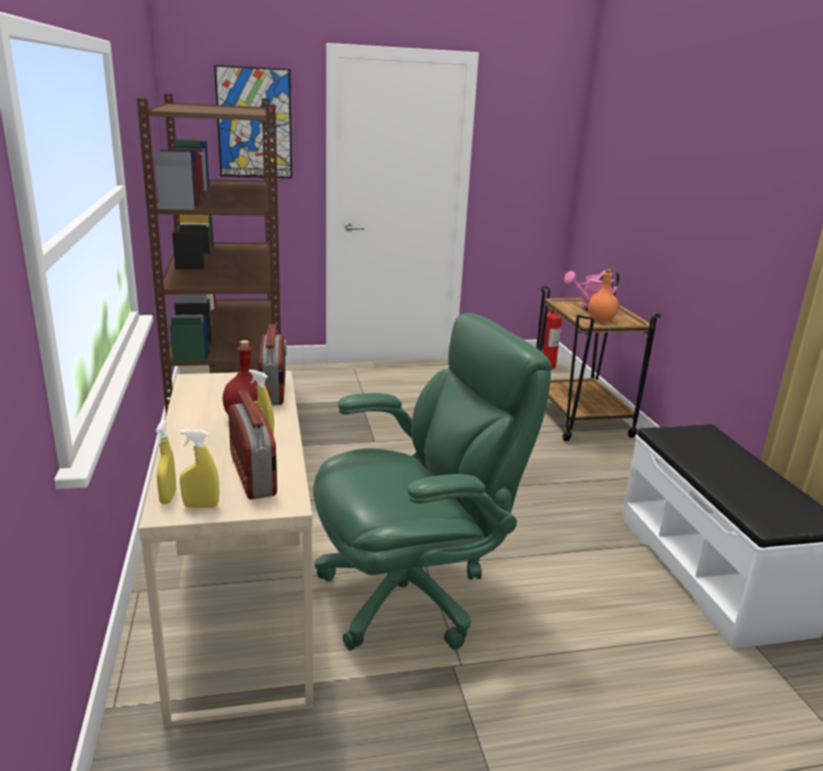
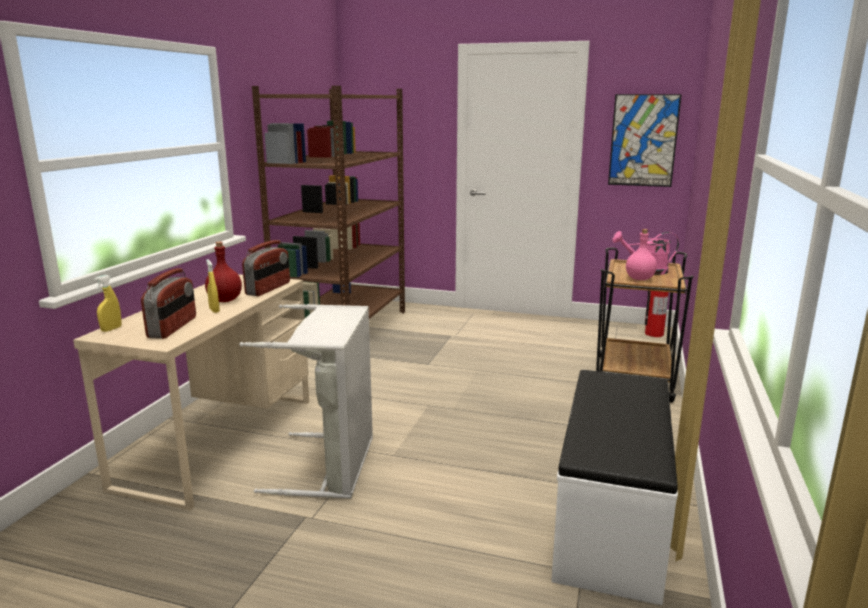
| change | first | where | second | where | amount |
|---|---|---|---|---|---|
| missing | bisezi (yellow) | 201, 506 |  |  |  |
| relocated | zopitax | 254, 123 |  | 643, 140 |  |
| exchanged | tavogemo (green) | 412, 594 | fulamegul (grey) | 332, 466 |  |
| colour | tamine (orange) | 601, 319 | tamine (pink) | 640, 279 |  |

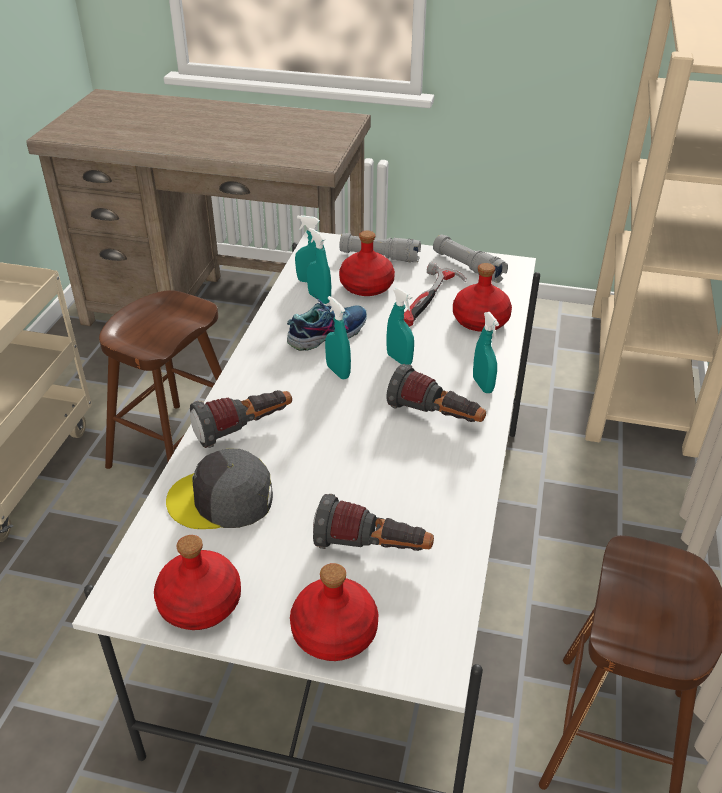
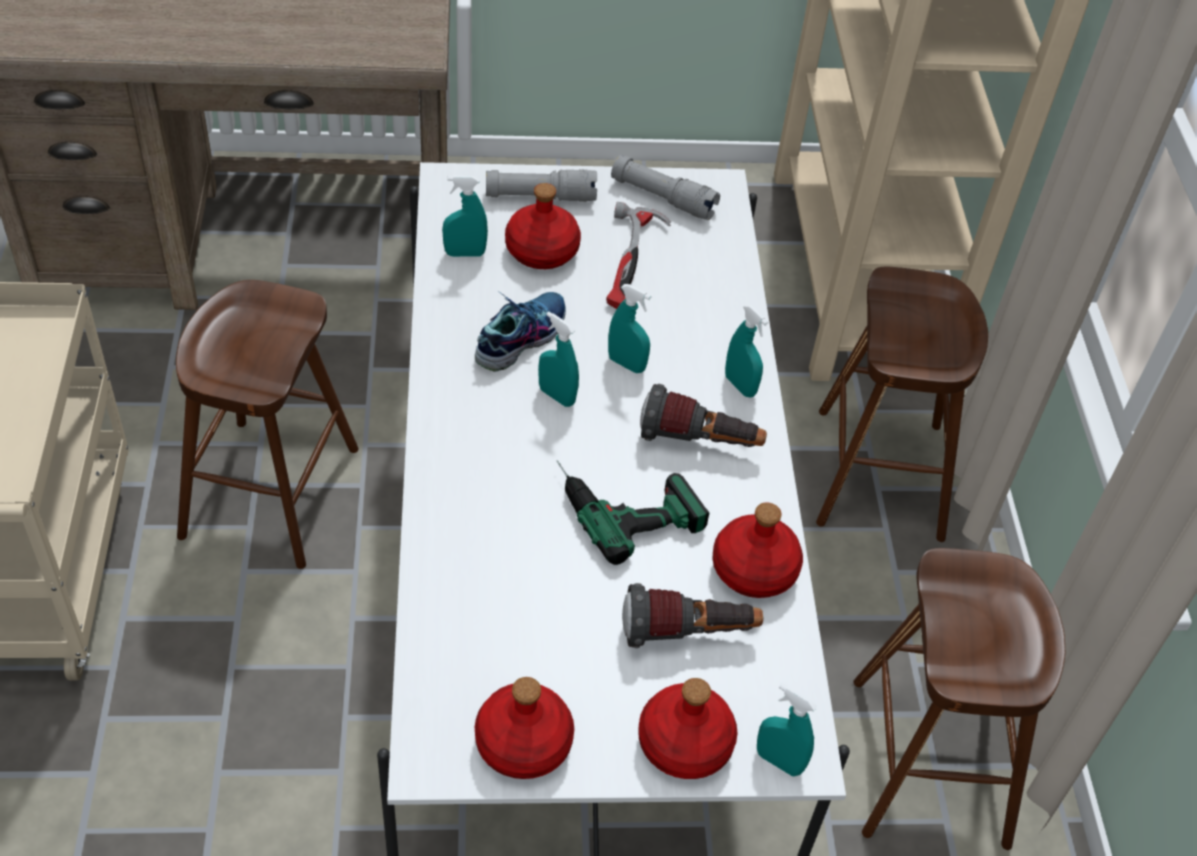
| change | first | where | second | where | amount |
|---|---|---|---|---|---|
| missing | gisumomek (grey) | 222, 499 |  |  |  |
| missing | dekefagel | 244, 429 |  |  |  |
| relocated | bisezi (turquoise) | 319, 298 |  | 779, 761 |  |
| relocated | tamine (red) | 480, 320 |  | 754, 568 |  |
| appeared |  |  | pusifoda | 624, 502 |  |
| appeared |  |  | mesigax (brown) | 879, 473 |  |

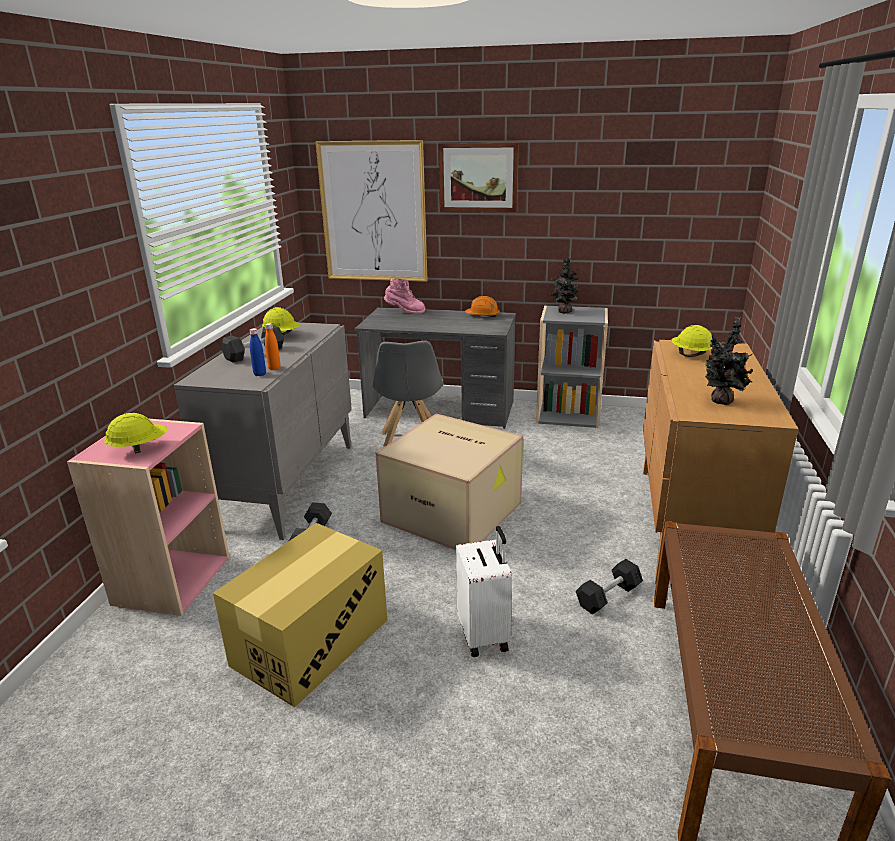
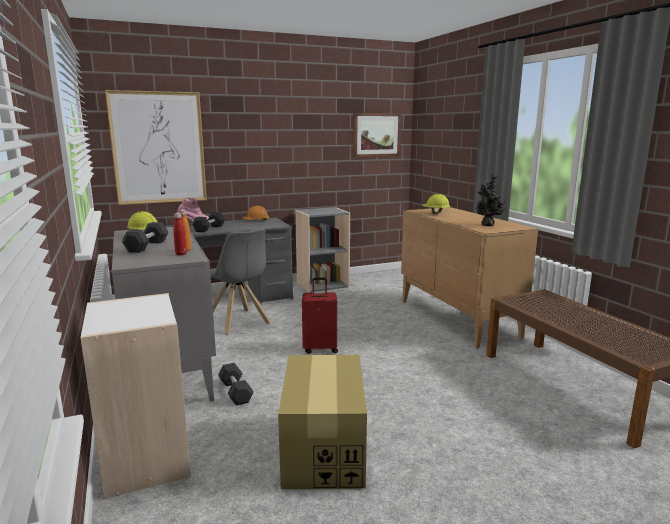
| change | first | where | second | where | amount |
|---|---|---|---|---|---|
| colour | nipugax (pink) | 172, 579 | nipugax (white) | 145, 458 |  |
| missing | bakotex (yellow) | 139, 448 |  |  |  |
| colour | tamine (blue) | 260, 374 | tamine (red) | 181, 254 |  |
| exchanged | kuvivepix | 454, 512 | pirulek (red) | 320, 348 |  |
| relocated | zopitax | 478, 177 |  | 376, 135 |  |
| missing | pirulek (white) | 484, 635 |  |  |  |
| missing | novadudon | 563, 311 |  |  |  |
| relocated | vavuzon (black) | 608, 596 |  | 209, 228 |  |

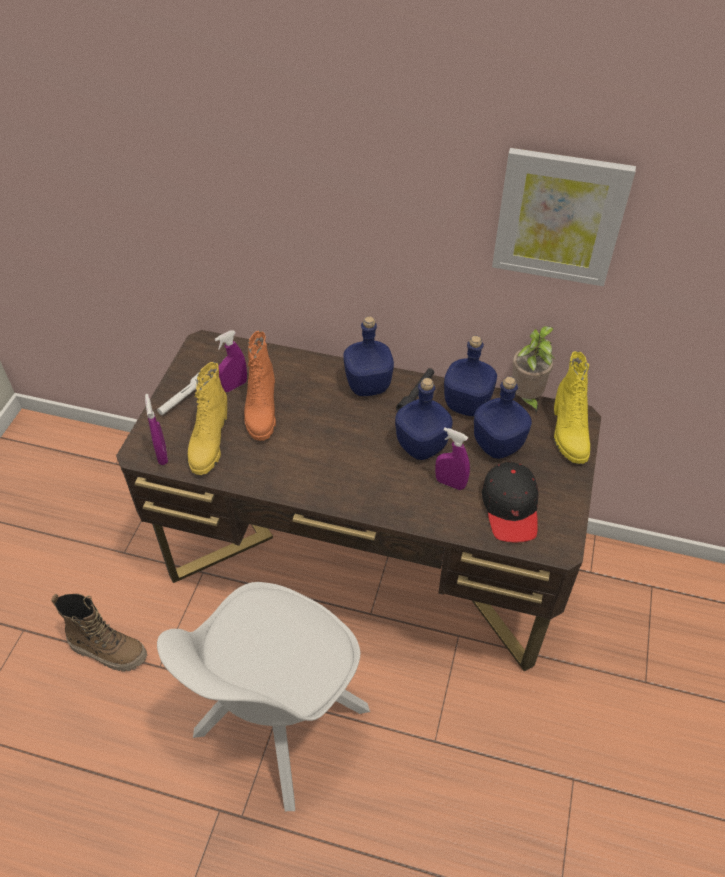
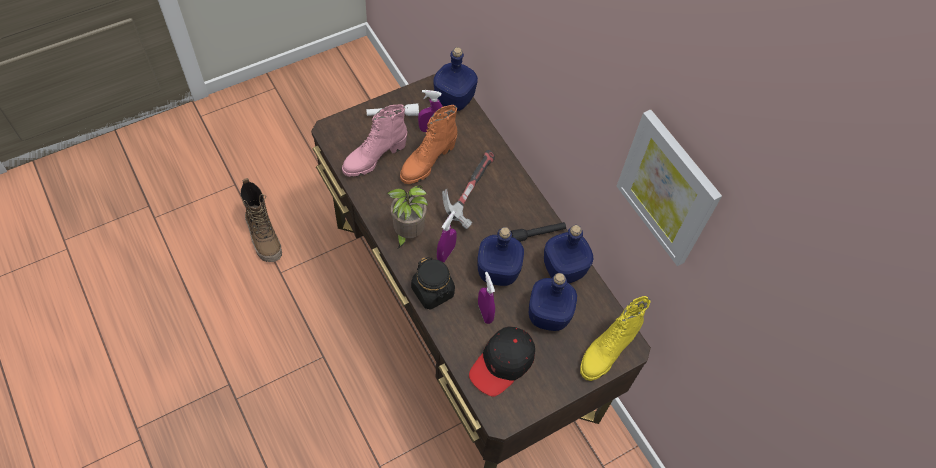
| change | first | where | second | where | amount |
|---|---|---|---|---|---|
| relocated | bisezi (purple) | 162, 455 |  | 446, 253 |  |
| missing | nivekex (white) | 279, 723 |  |  |  |
| colour | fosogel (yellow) | 209, 443 | fosogel (pink) | 374, 158 |  |
| relocated | tamine (blue) | 368, 386 |  | 454, 100 |  |
| relocated | novadudon | 526, 399 |  | 407, 233 |  |
| appeared |  |  | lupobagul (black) | 433, 291 |  |
| appeared |  |  | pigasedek | 469, 193 |  |

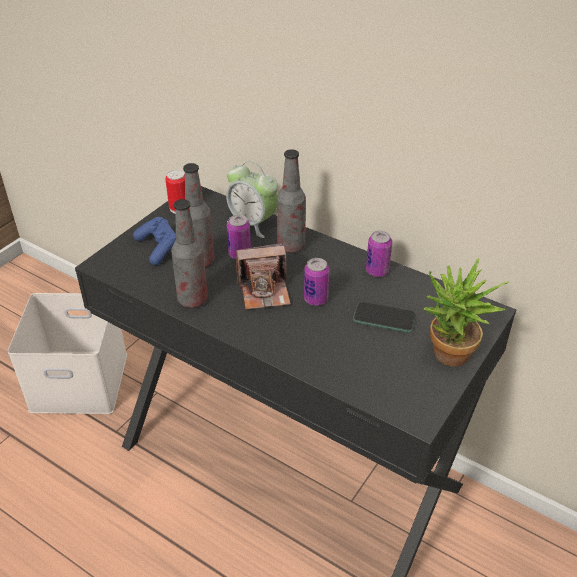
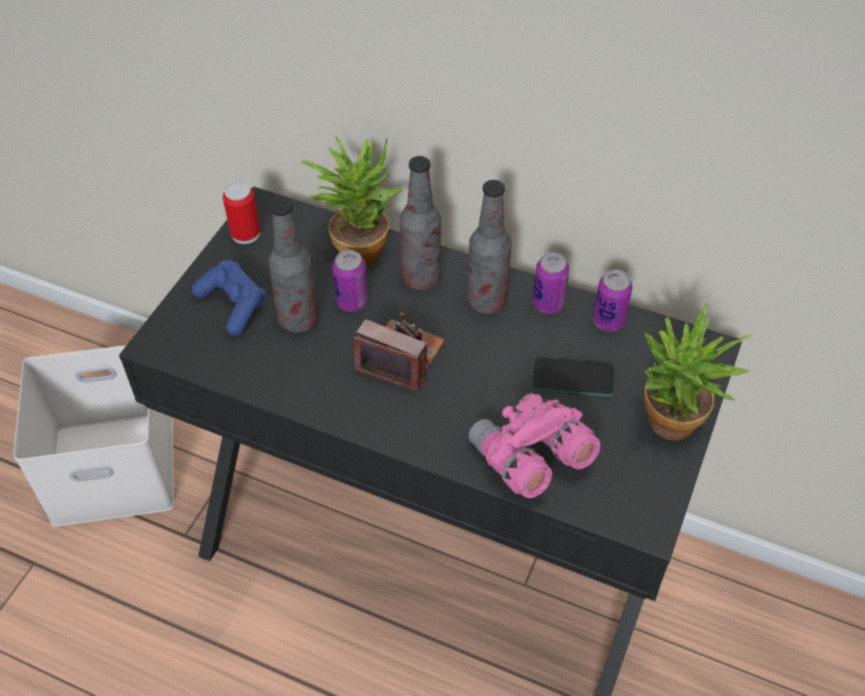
| change | first | where | second | where | amount |
|---|---|---|---|---|---|
| relocated | tamine | 192, 299 |  | 486, 301 |  |
| exchanged | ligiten | 253, 223 | novadudon | 358, 247 |  |
| spun | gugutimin | 264, 291 |  | 401, 357 | 135 degrees counterclockwise |
| relocated | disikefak | 315, 299 |  | 608, 321 |  |
| appeared |  |  | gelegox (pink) | 530, 459 |  |

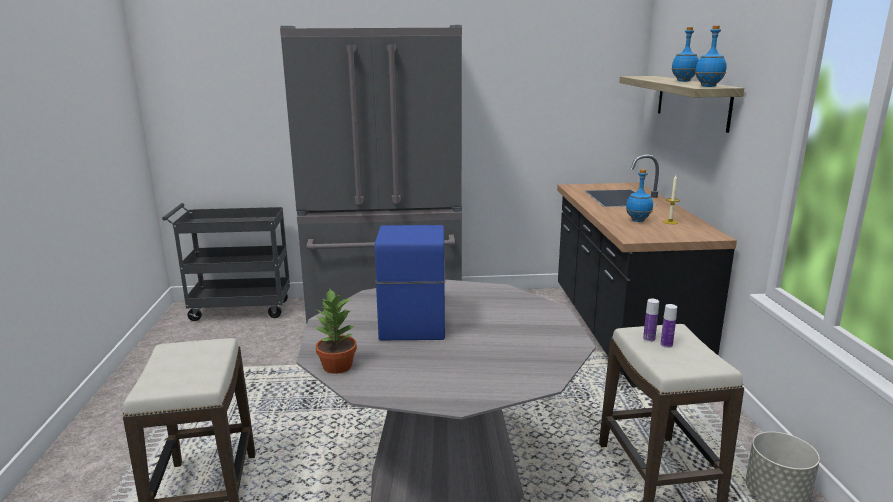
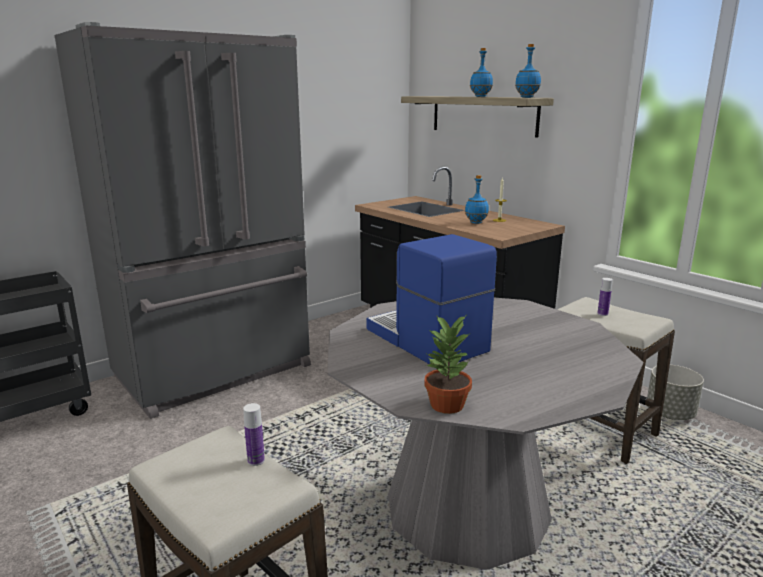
| change | first | where | second | where | amount |
|---|---|---|---|---|---|
| relocated | tamine | 649, 339 |  | 256, 460 |  |

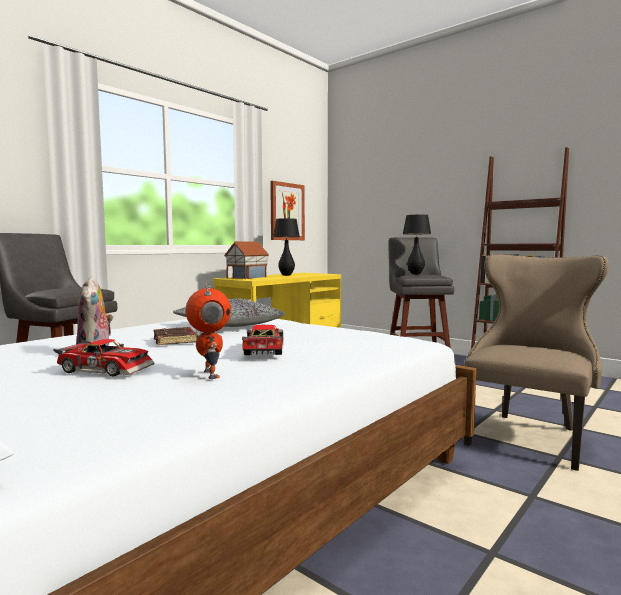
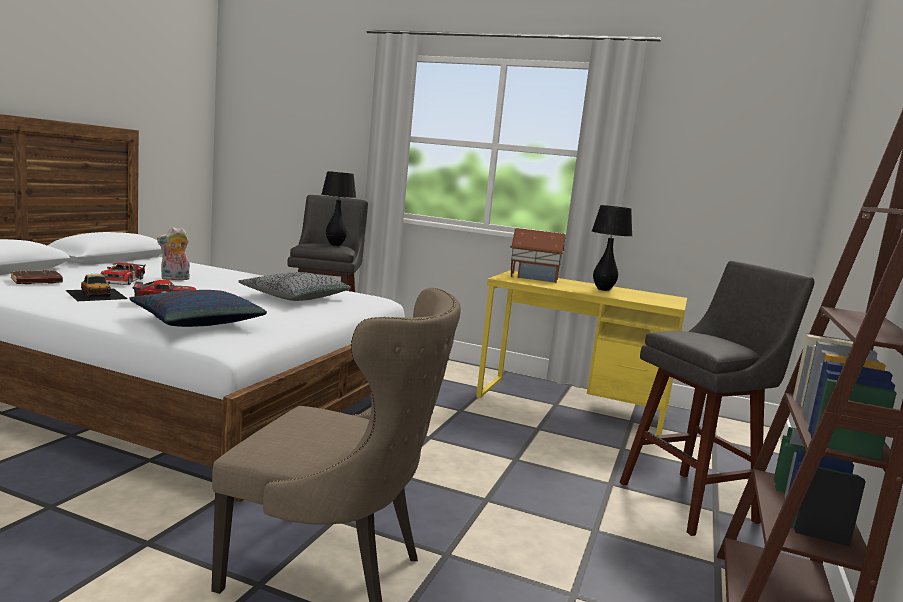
| change | first | where | second | where | amount |
|---|---|---|---|---|---|
| relocated | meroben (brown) | 176, 340 |  | 36, 281 |  |
| exchanged | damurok | 209, 374 | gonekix | 96, 294 |  |
| missing | zopitax | 287, 212 |  |  |  |
| relocated | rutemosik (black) | 416, 274 |  | 335, 245 |  |
| appeared |  |  | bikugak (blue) | 197, 321 |  |

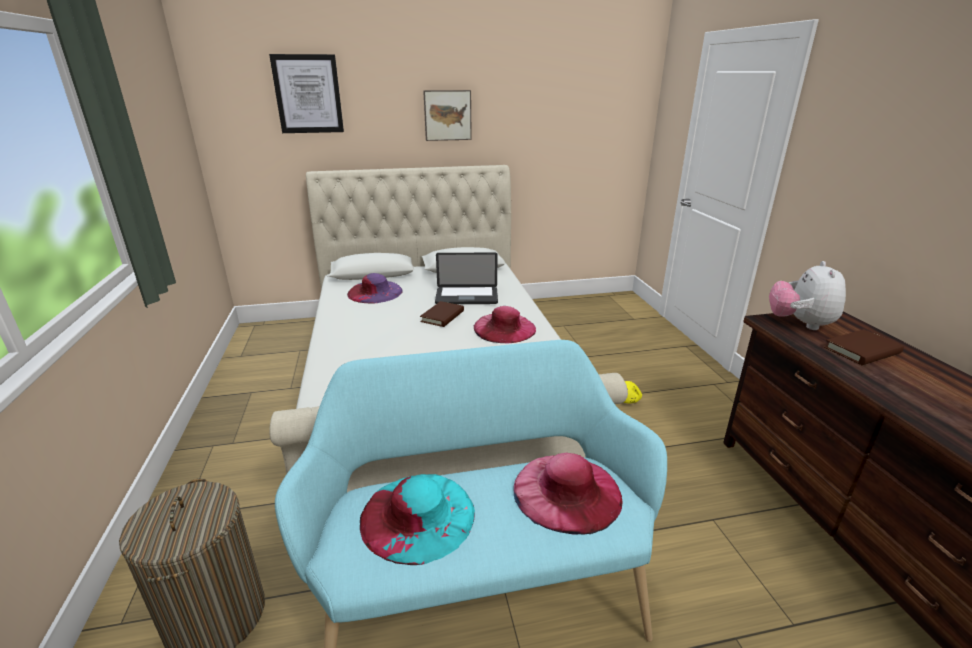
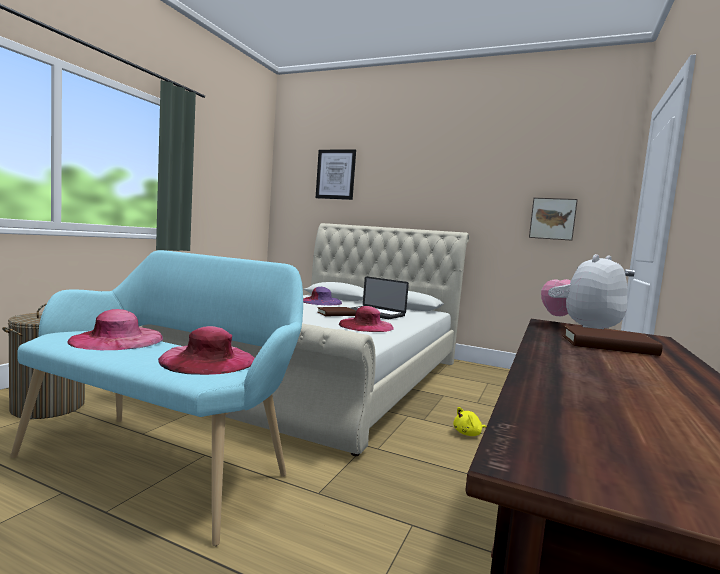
| change | first | where | second | where | amount |
|---|---|---|---|---|---|
| colour | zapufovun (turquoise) | 418, 516 | zapufovun (pink) | 117, 339 |  |
| relocated | zopitax | 447, 115 |  | 552, 219 |  |

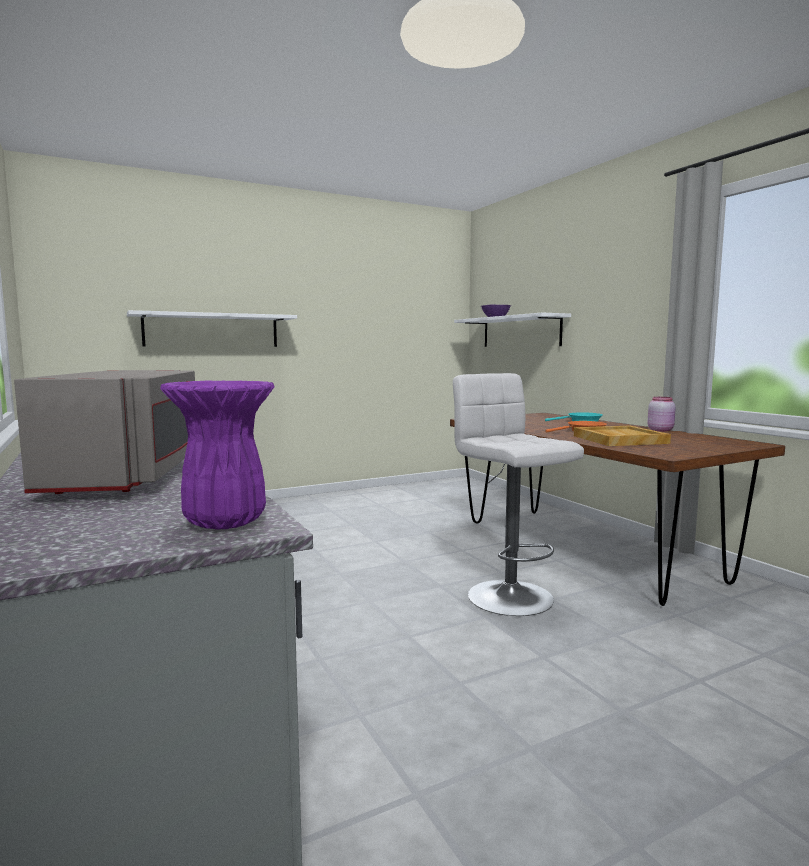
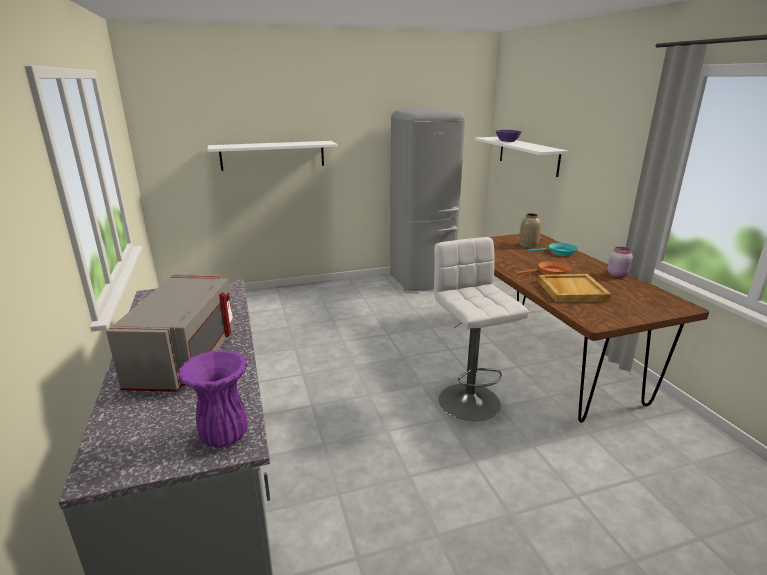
| change | first | where | second | where | amount |
|---|---|---|---|---|---|
| appeared |  |  | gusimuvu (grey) | 423, 281 |  |
| appeared |  |  | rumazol | 528, 245 |  |

